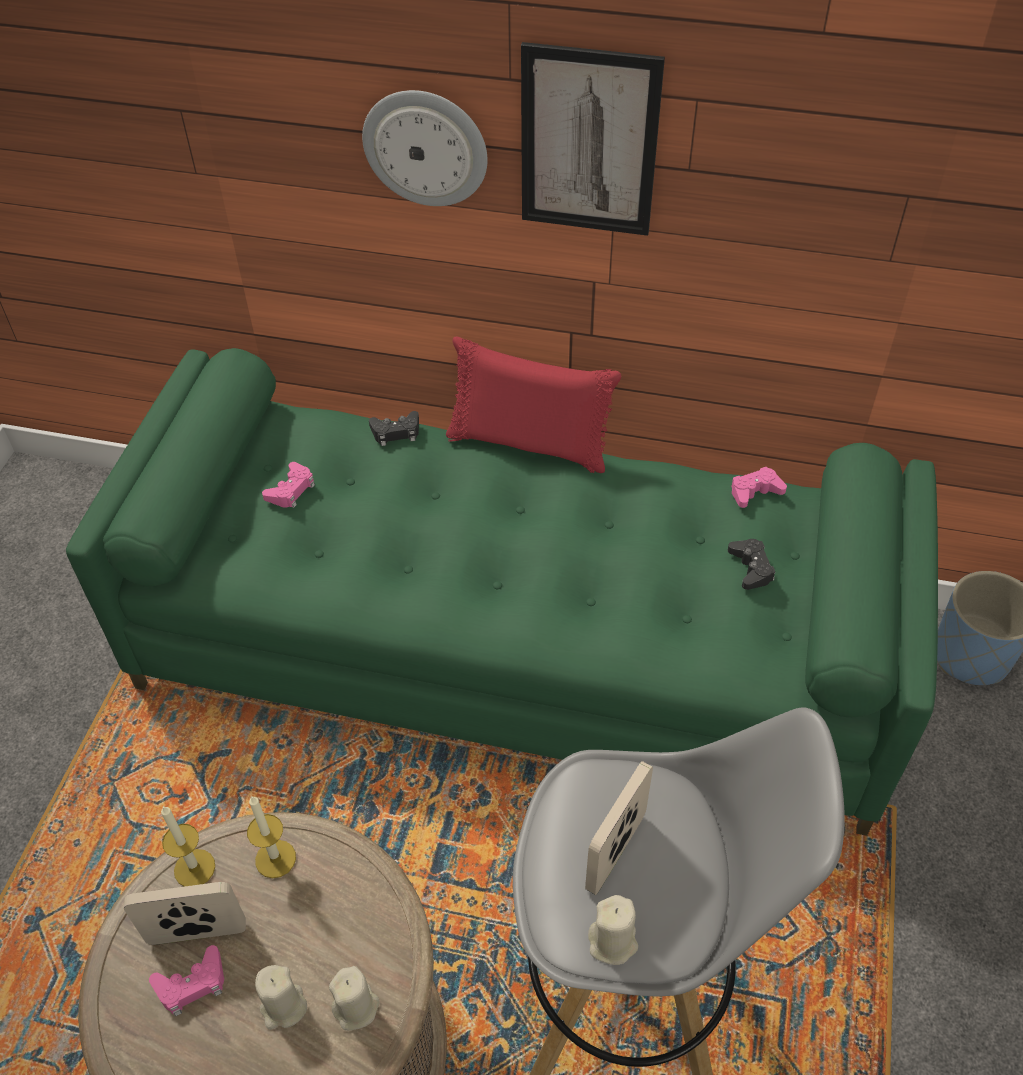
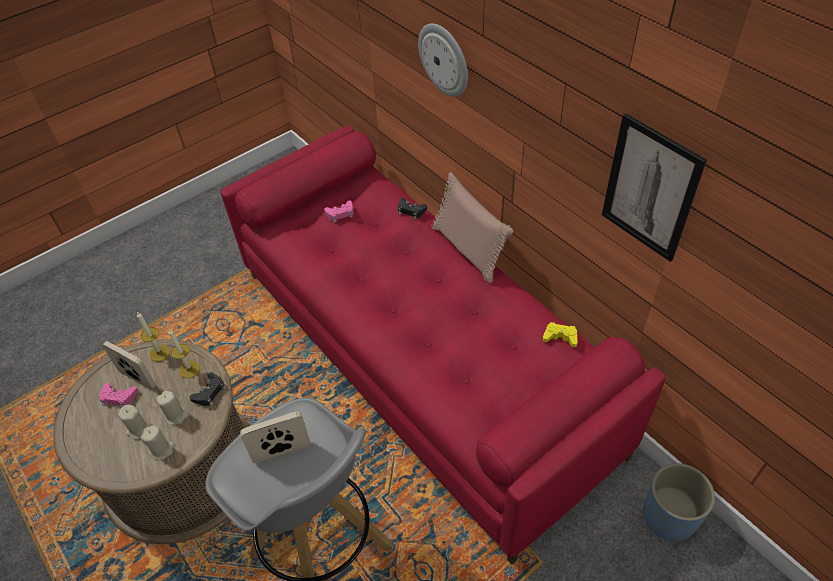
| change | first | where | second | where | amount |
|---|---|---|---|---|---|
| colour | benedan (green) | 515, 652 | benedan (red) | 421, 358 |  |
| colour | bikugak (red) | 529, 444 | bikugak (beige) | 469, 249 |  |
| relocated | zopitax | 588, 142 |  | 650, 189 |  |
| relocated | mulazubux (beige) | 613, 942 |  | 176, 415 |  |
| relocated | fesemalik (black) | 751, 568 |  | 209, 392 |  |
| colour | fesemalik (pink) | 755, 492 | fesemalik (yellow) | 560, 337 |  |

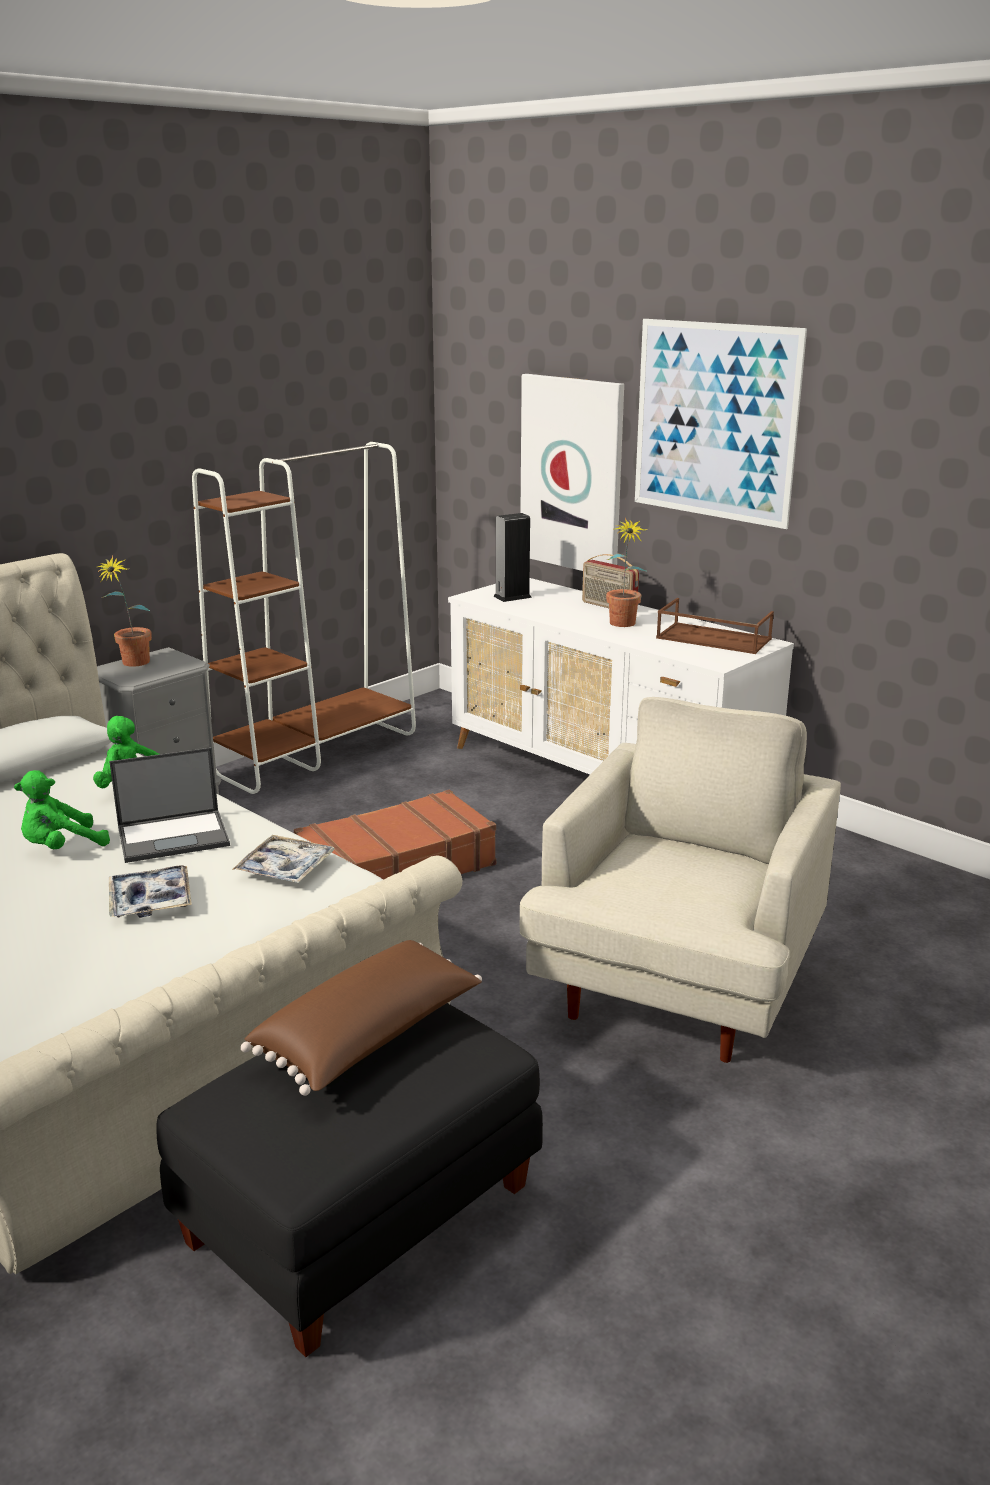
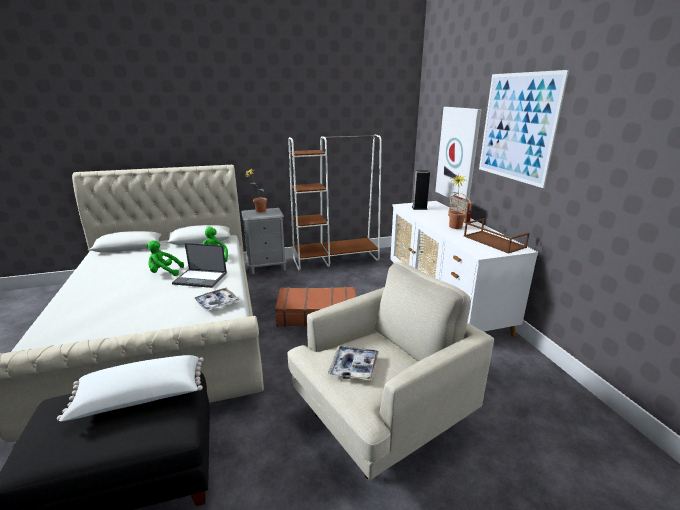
| change | first | where | second | where | amount |
|---|---|---|---|---|---|
| relocated | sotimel | 150, 900 |  | 354, 367 |  |
| colour | bikugak (brown) | 370, 1038 | bikugak (white) | 140, 399 |  |

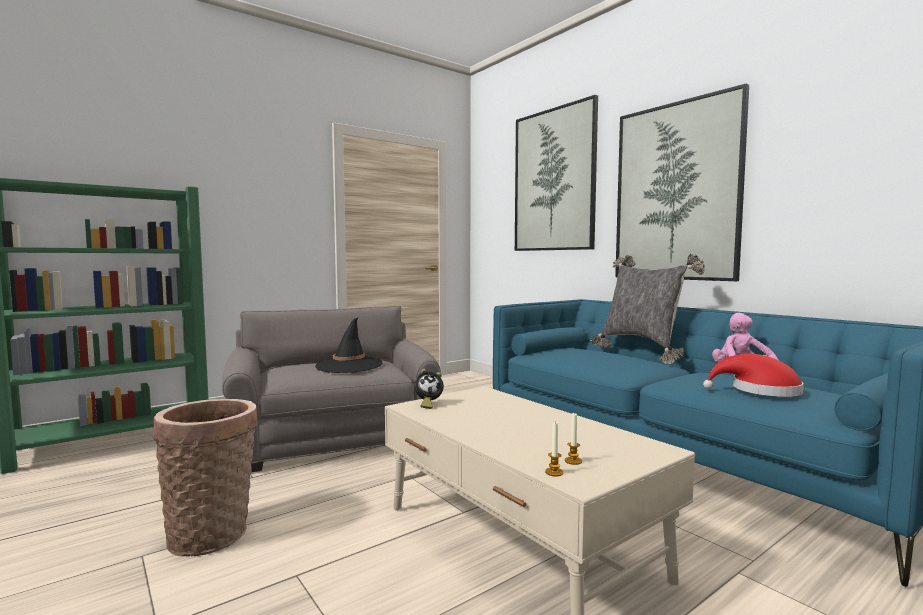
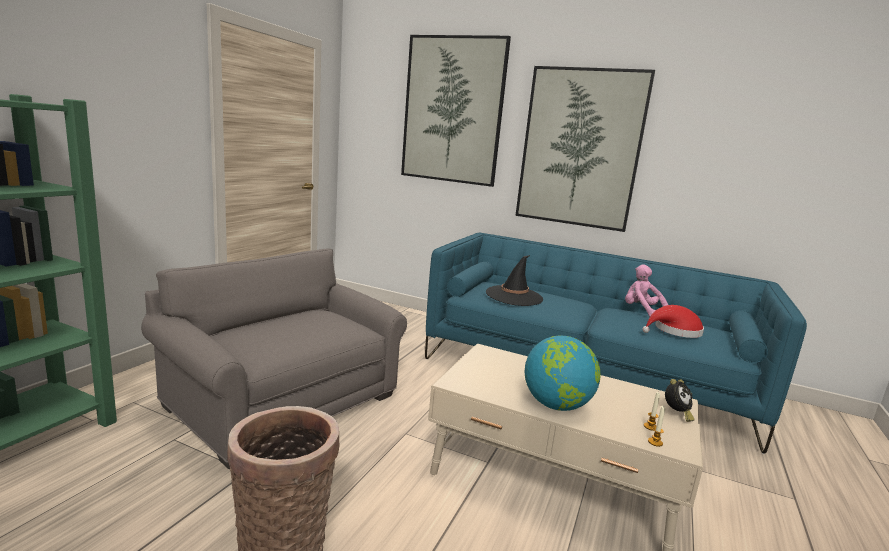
| change | first | where | second | where | amount |
|---|---|---|---|---|---|
| relocated | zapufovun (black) | 349, 365 |  | 514, 296 |  |
| relocated | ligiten | 428, 404 |  | 676, 414 |  |
| missing | bikugak | 643, 355 |  |  |  |
| appeared |  |  | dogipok | 556, 405 |  |

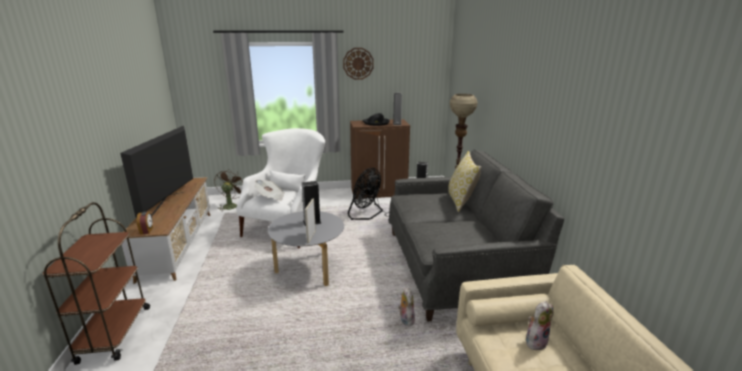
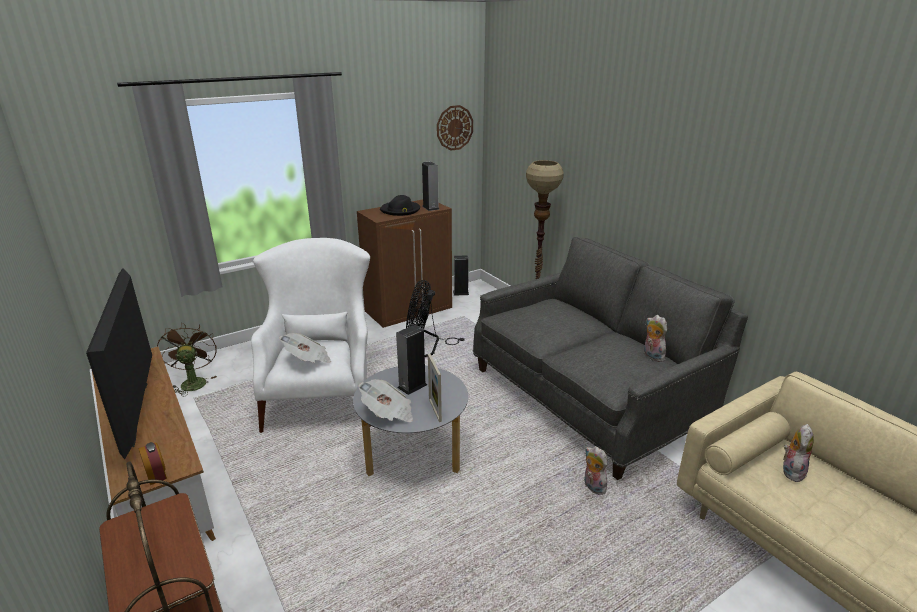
| change | first | where | second | where | amount |
|---|---|---|---|---|---|
| relocated | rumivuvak | 358, 63 |  | 454, 127 |  |
| missing | bikugak | 461, 201 |  |  |  |
| appeared |  |  | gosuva | 388, 413 |  |
| appeared |  |  | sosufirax | 651, 356 |  |

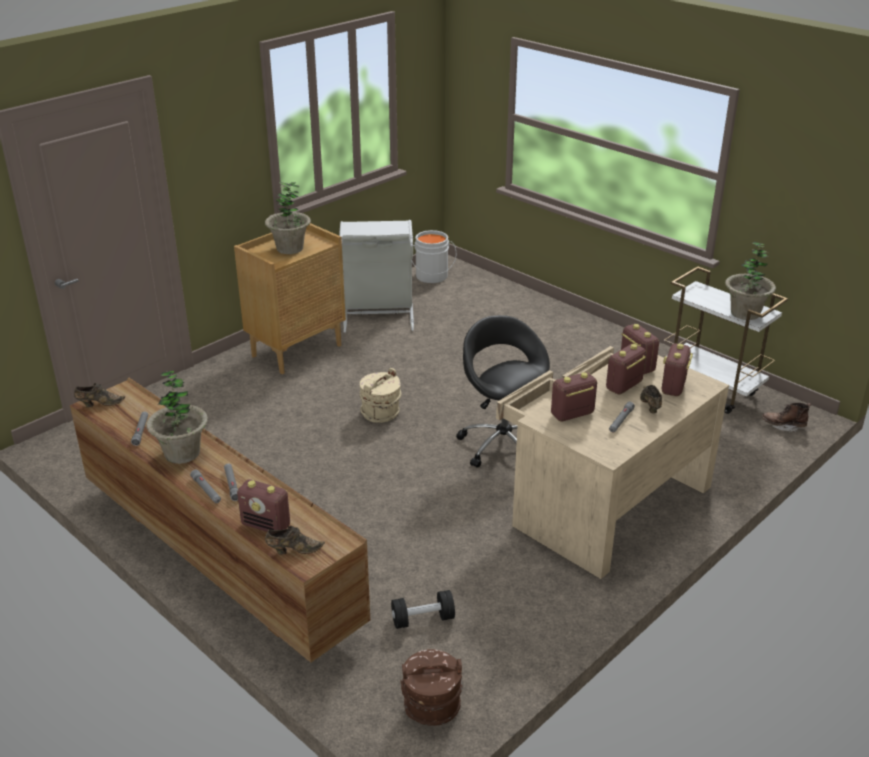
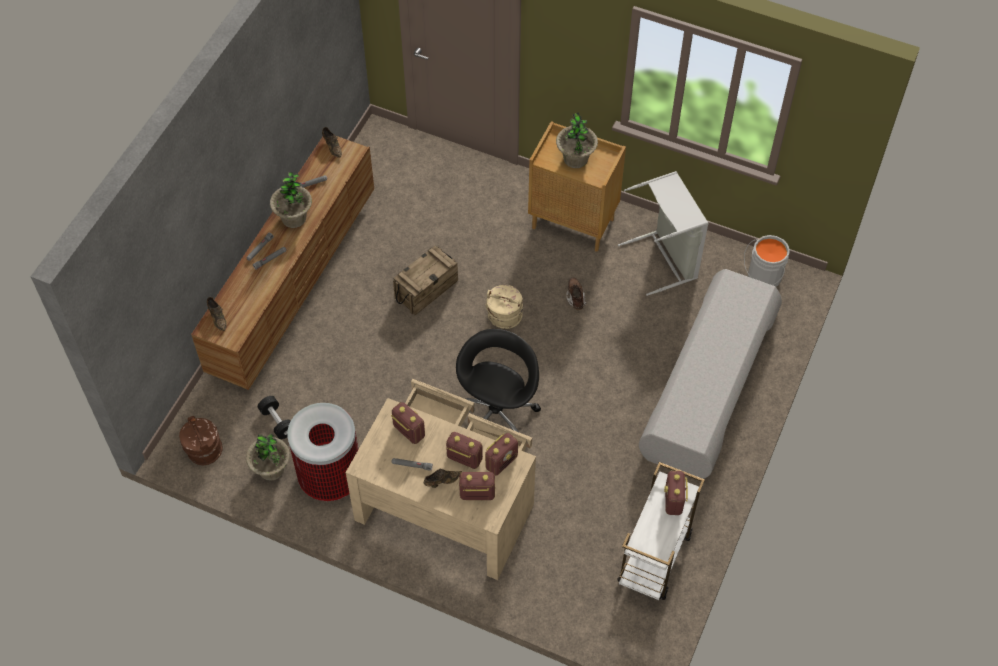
| change | first | where | second | where | amount |
|---|---|---|---|---|---|
| relocated | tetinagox | 266, 525 |  | 673, 501 |  |
| relocated | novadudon | 745, 313 |  | 271, 469 |  |
| relocated | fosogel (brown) | 783, 426 |  | 575, 297 |  |
| appeared |  |  | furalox | 330, 478 |  |
| appeared |  |  | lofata | 426, 289 |  |
| appeared |  |  | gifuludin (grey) | 709, 385 |  |

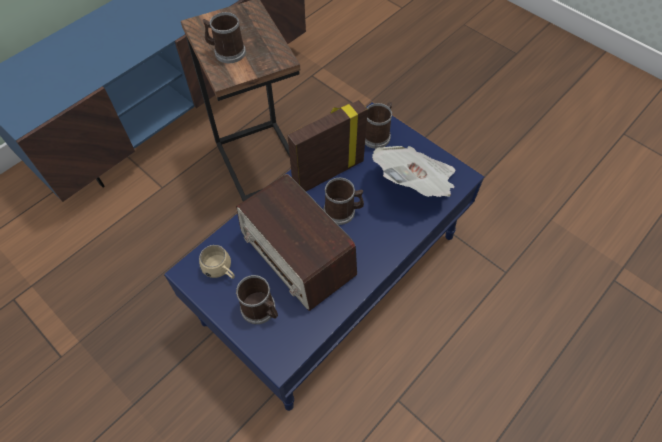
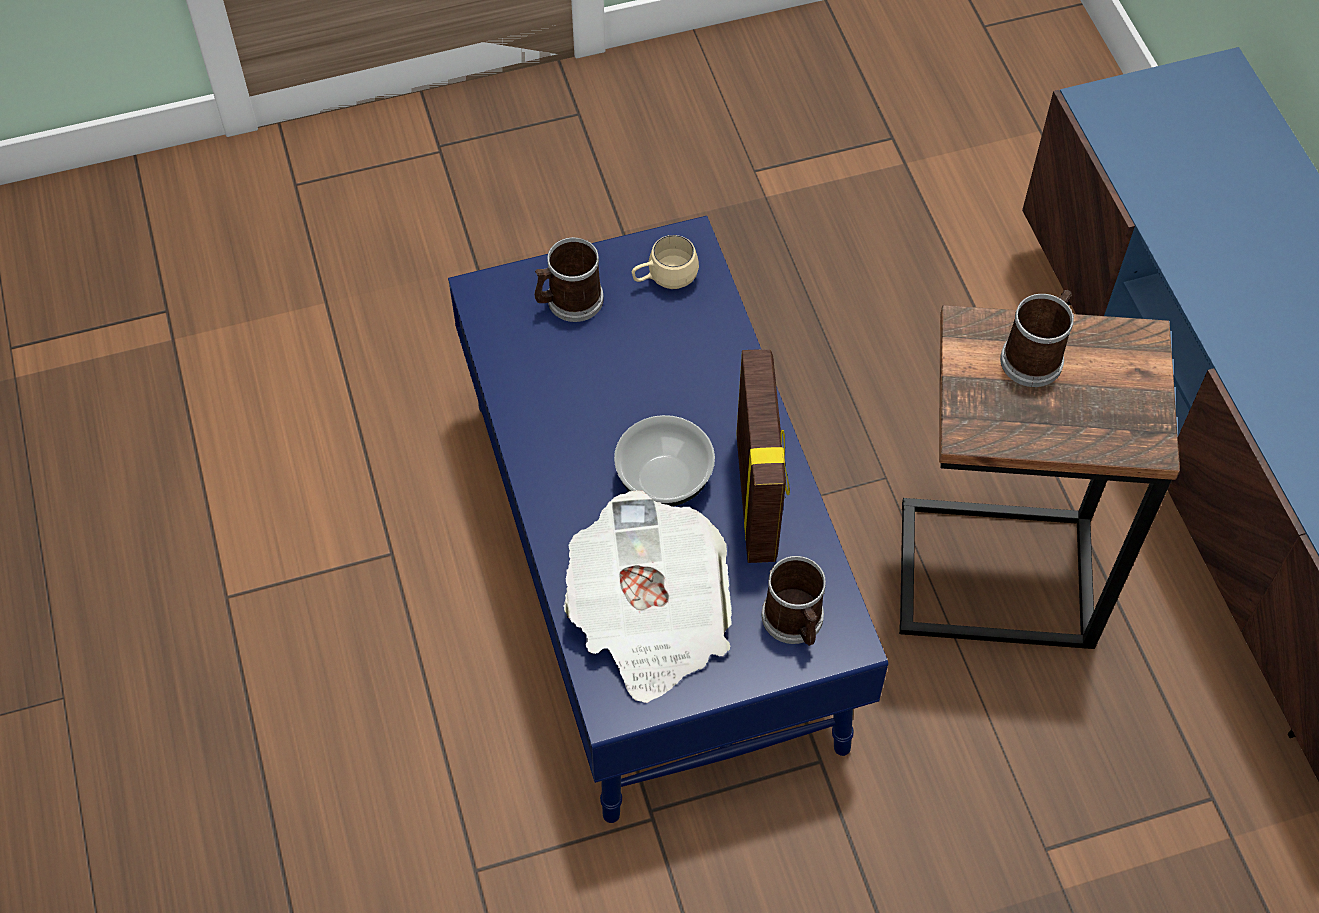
| change | first | where | second | where | amount |
|---|---|---|---|---|---|
| missing | tetinagox | 298, 254 |  |  |  |
| exchanged | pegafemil | 343, 211 | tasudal | 664, 480 |  |

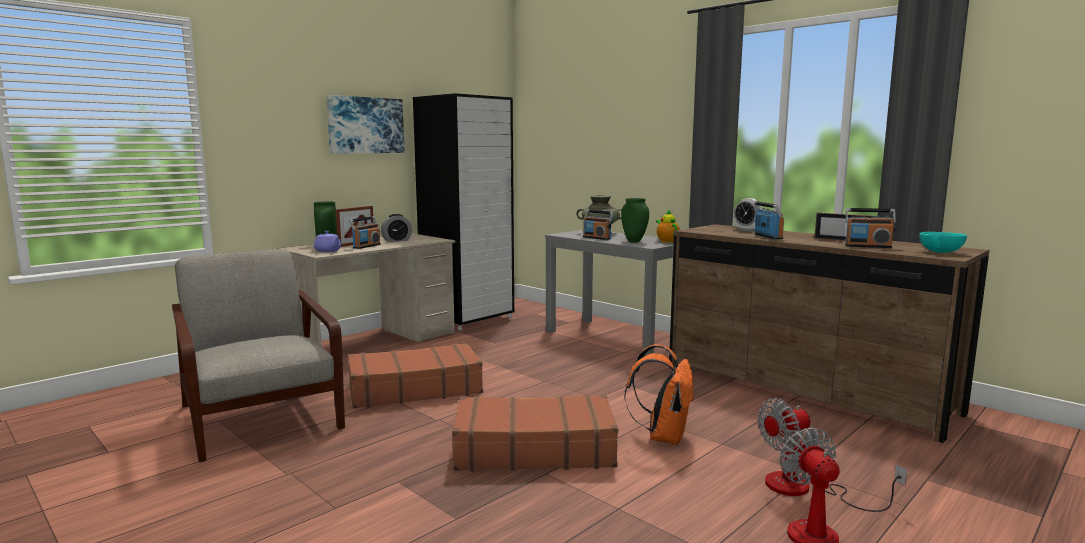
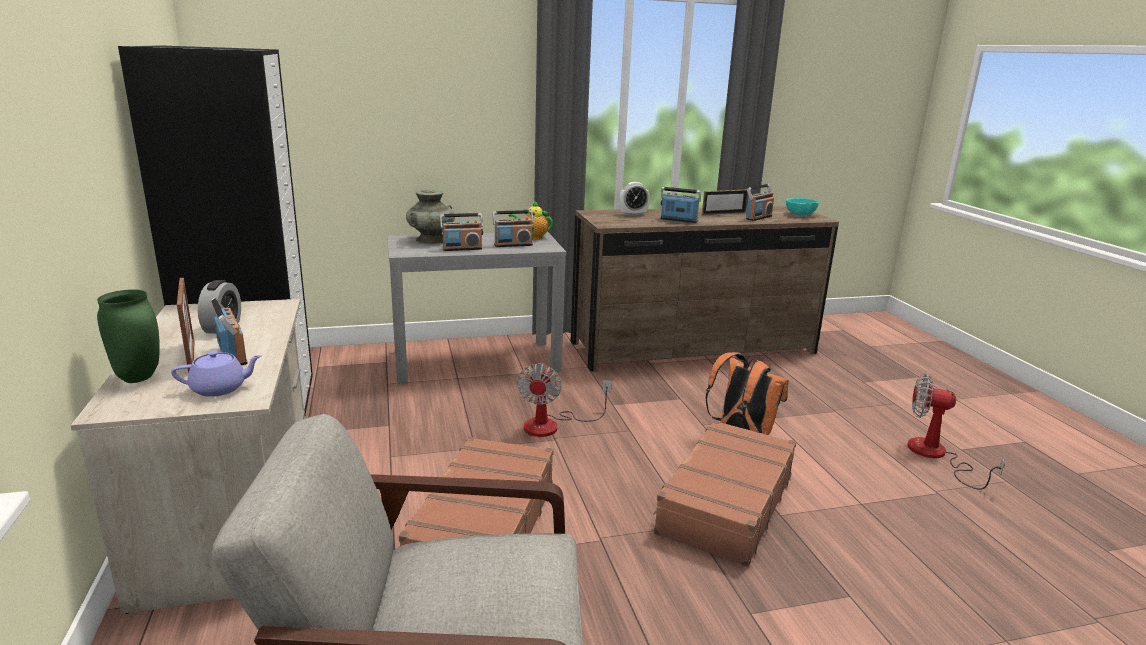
| change | first | where | second | where | amount |
|---|---|---|---|---|---|
| missing | zopitax | 365, 125 |  |  |  |
| exchanged | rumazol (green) | 634, 241 | tetinagox | 513, 245 |  |
| relocated | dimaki | 804, 489 |  | 552, 425 |  |

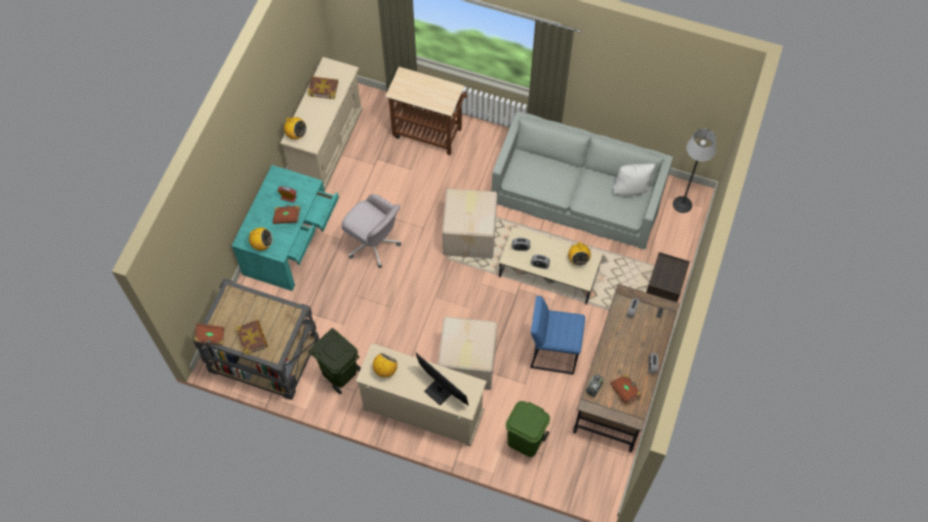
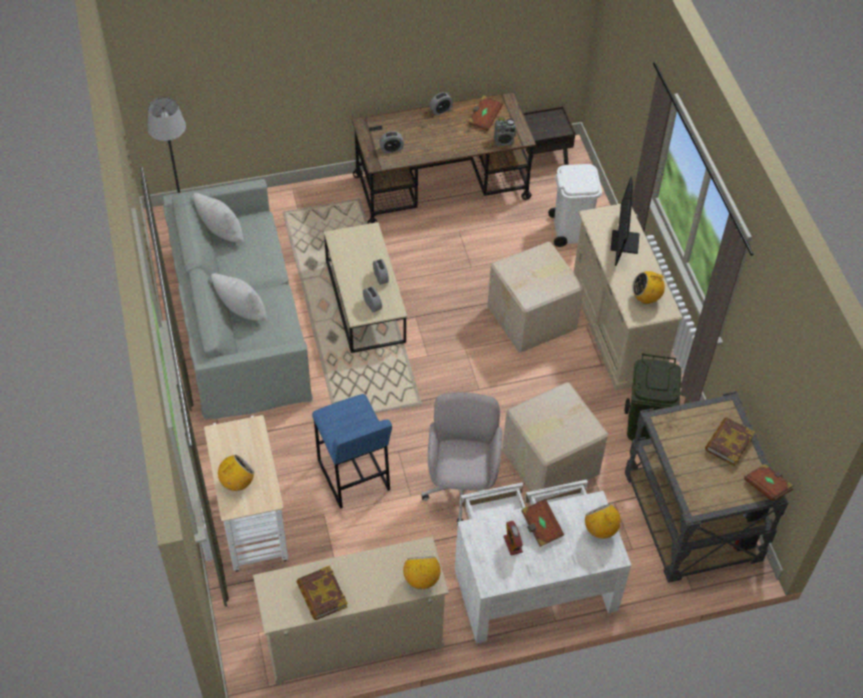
| change | first | where | second | where | amount |
|---|---|---|---|---|---|
| colour | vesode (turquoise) | 292, 243 | vesode (white) | 531, 582 |  |
| colour | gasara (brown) | 428, 133 | gasara (white) | 252, 525 |  |
| relocated | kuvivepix | 470, 235 |  | 549, 461 |  |
| colour | furalox (green) | 525, 440 | furalox (white) | 570, 230 |  |
| relocated | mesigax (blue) | 553, 353 |  | 354, 476 |  |
| relocated | tetinagox | 578, 260 |  | 237, 483 |  |
| relocated | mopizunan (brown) | 663, 291 |  | 543, 157 |  |
| appeared |  |  | bikugak (white) | 241, 314 |  |

